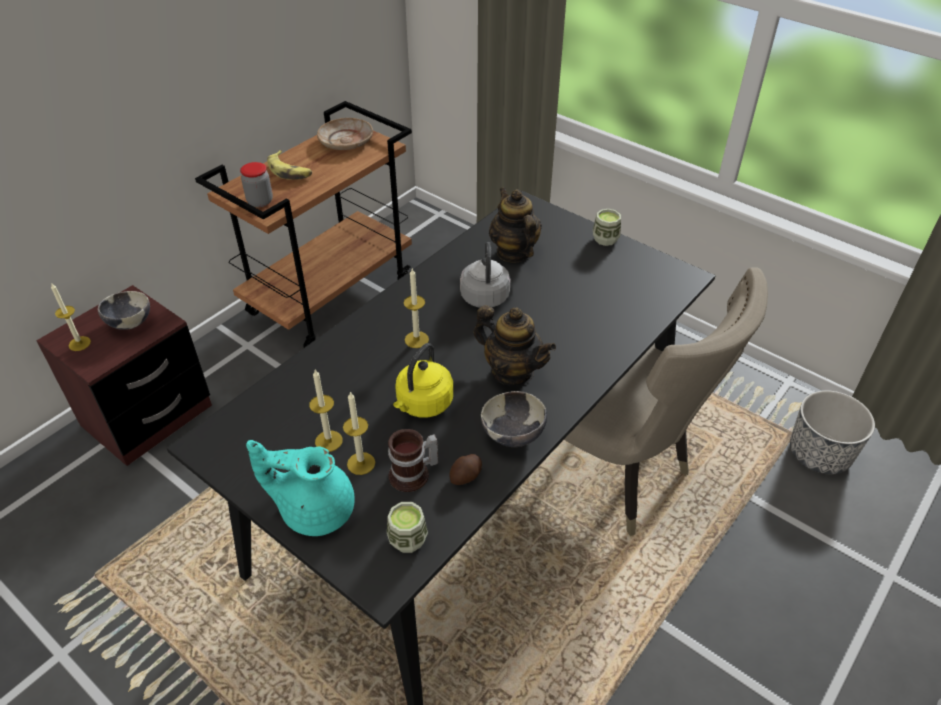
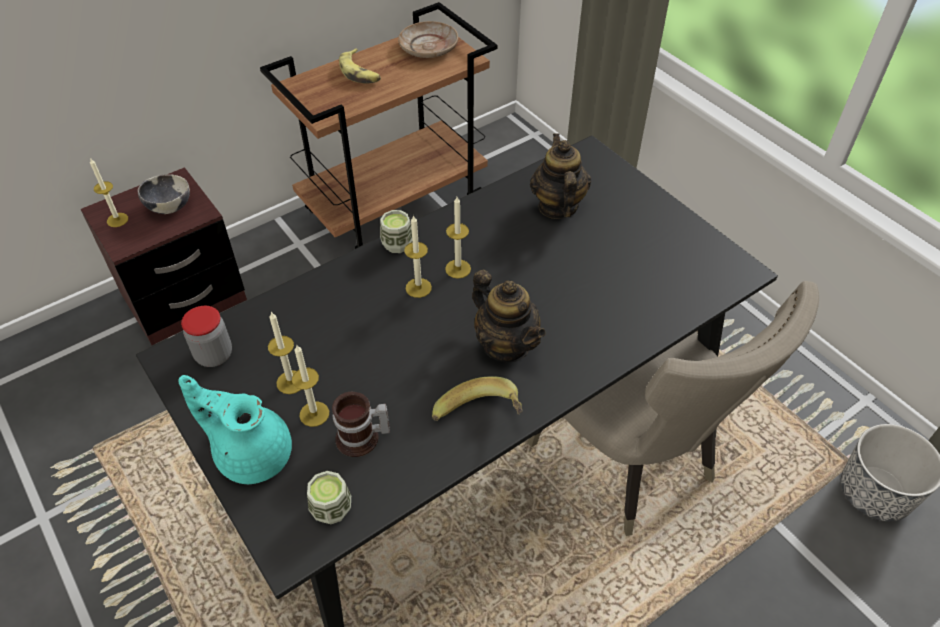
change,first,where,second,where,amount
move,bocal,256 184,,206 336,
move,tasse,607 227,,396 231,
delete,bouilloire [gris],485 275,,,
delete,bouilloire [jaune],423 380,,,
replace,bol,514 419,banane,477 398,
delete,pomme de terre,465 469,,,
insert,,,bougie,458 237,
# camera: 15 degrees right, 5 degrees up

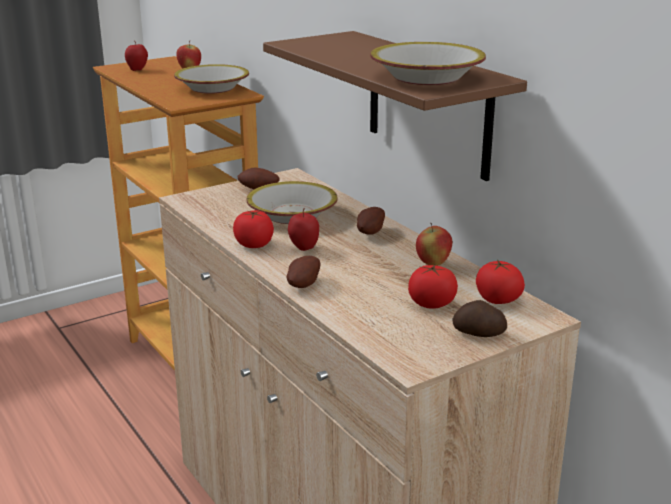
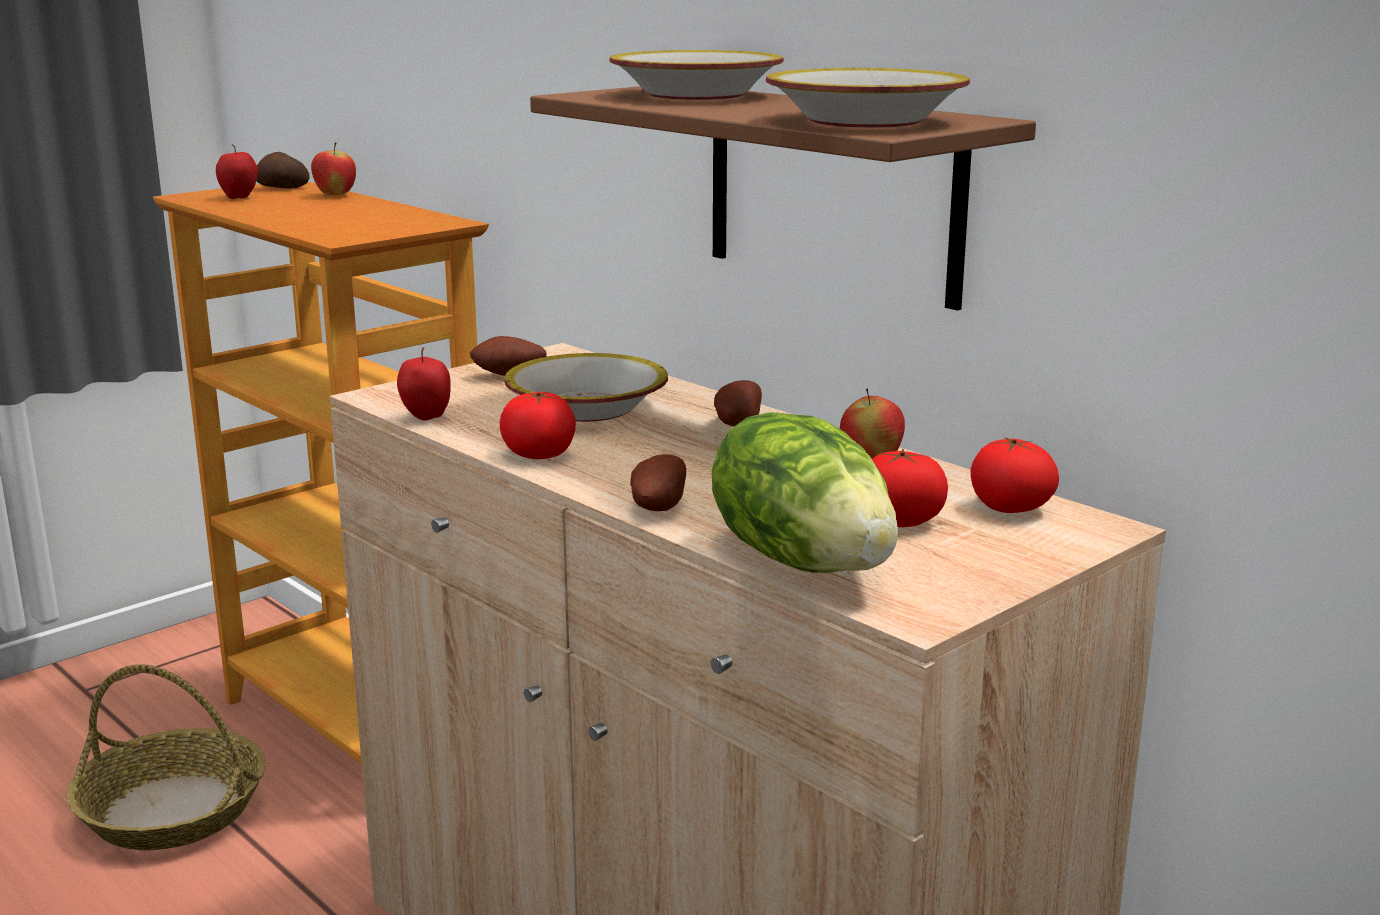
change,first,where,second,where,amount
move,bol,211 79,,696 75,
move,pomme,303 229,,424 383,
move,pomme de terre,479 318,,283 170,
insert,,,laitue,805 492,
insert,,,panier,166 757,
# camera: 10 degrees left, 5 degrees down

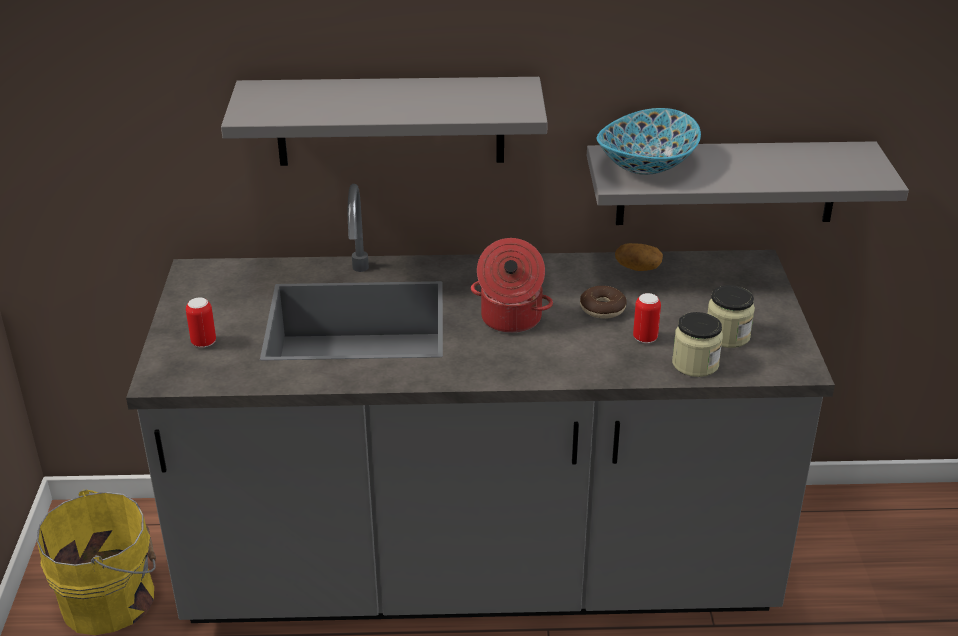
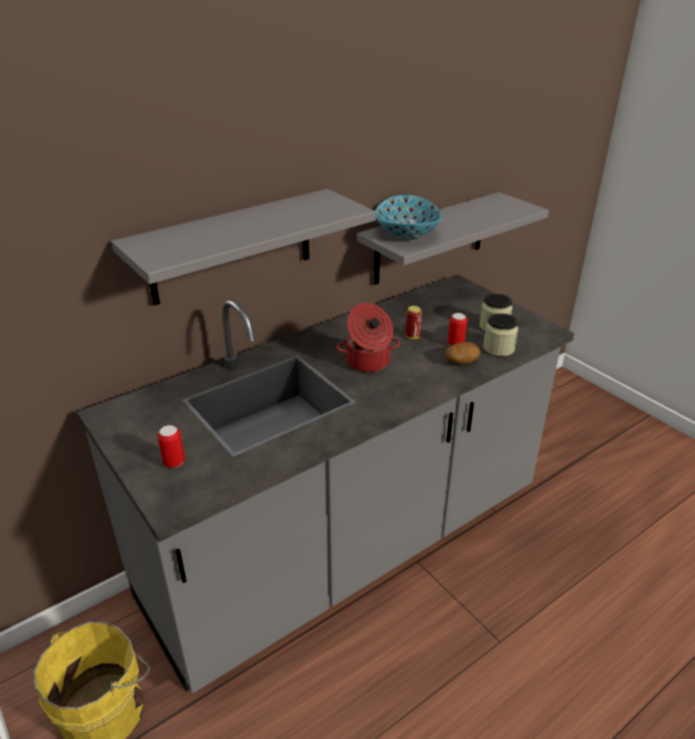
change,first,where,second,where,amount
move,pomme de terre,639 257,,462 353,
replace,beignet,603 302,boîte métallique,413 322,
# camera: 35 degrees left, 0 degrees up

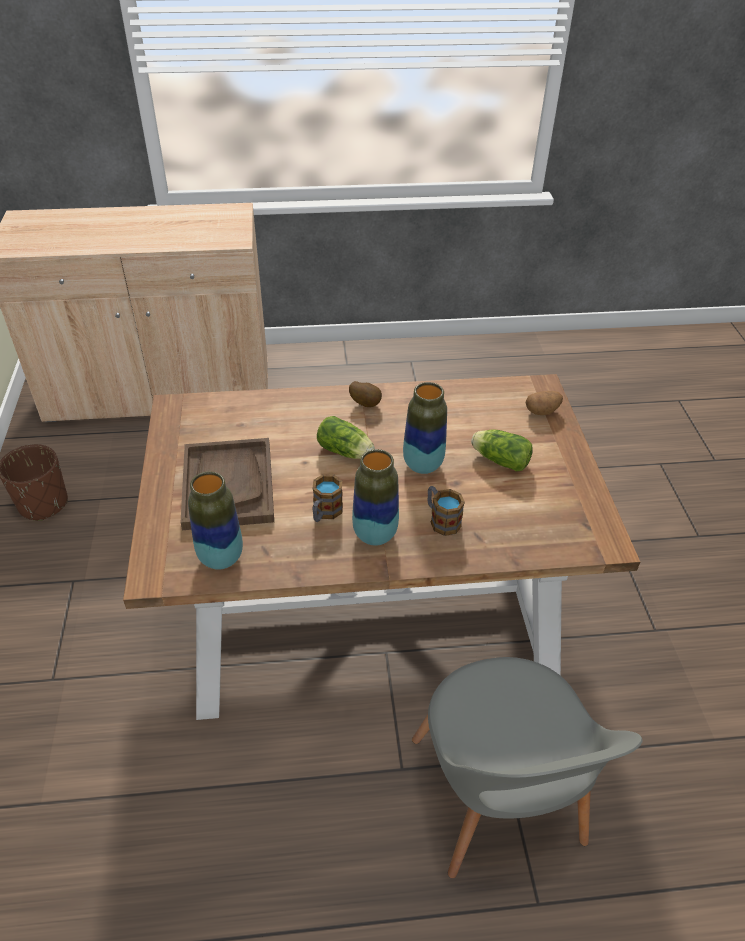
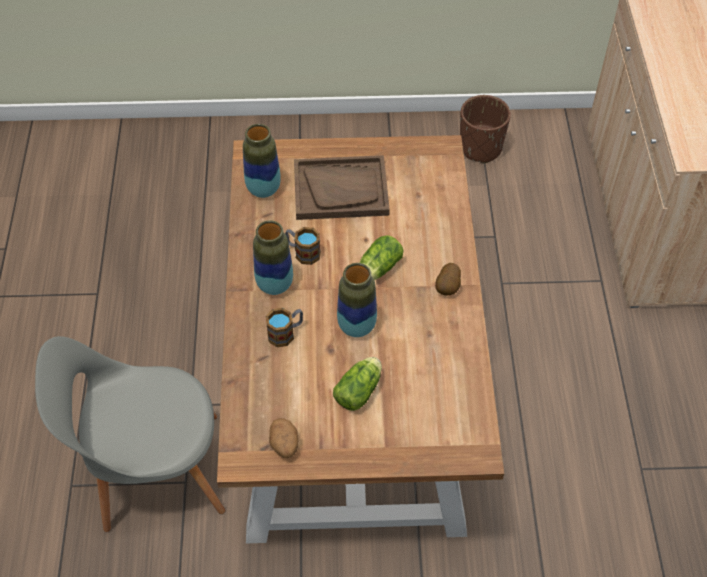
change,first,where,second,where,amount
move,pomme de terre,544 403,,283 438,
# camera: 95 degrees right, 10 degrees up

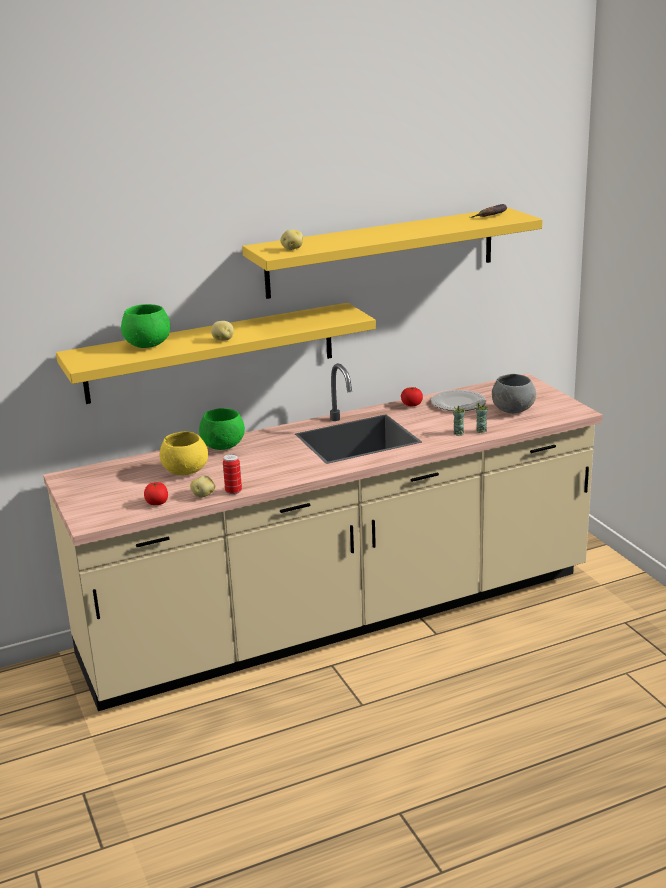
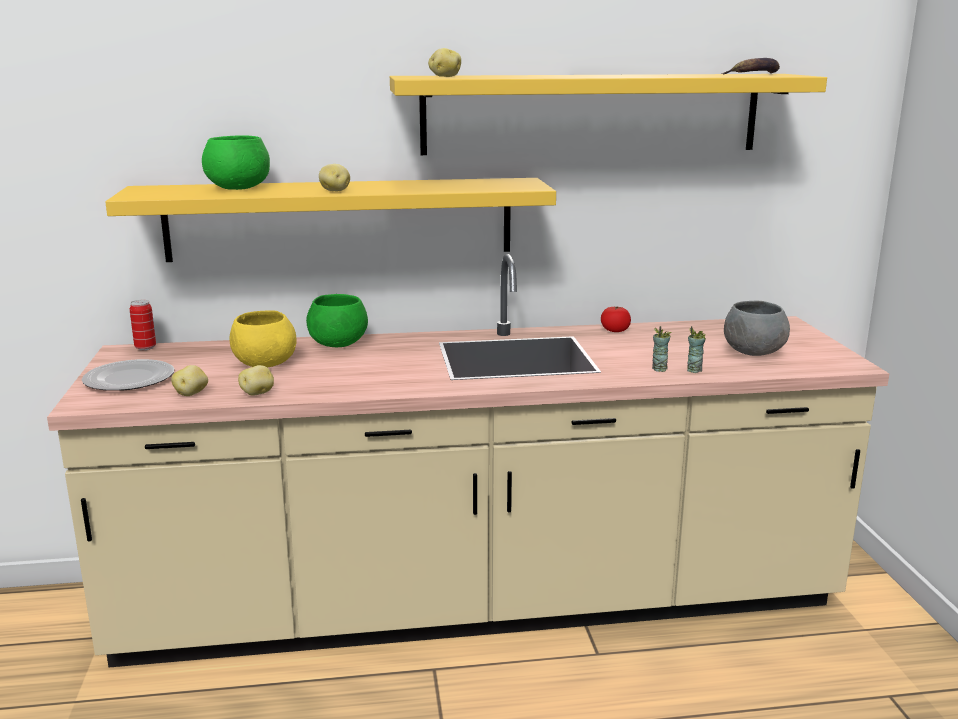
change,first,where,second,where,amount
move,assiette,458 400,,128 375,
move,boîte métallique,232 474,,142 325,
replace,tomate,156 493,pomme de terre,189 380,
# camera: 15 degrees right, 5 degrees down

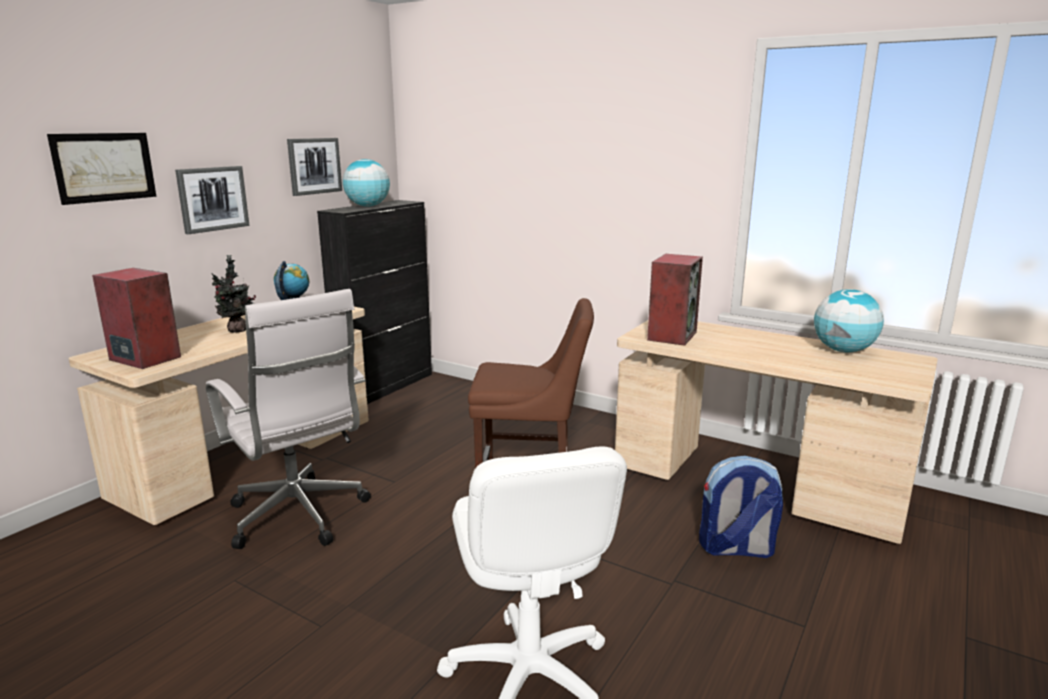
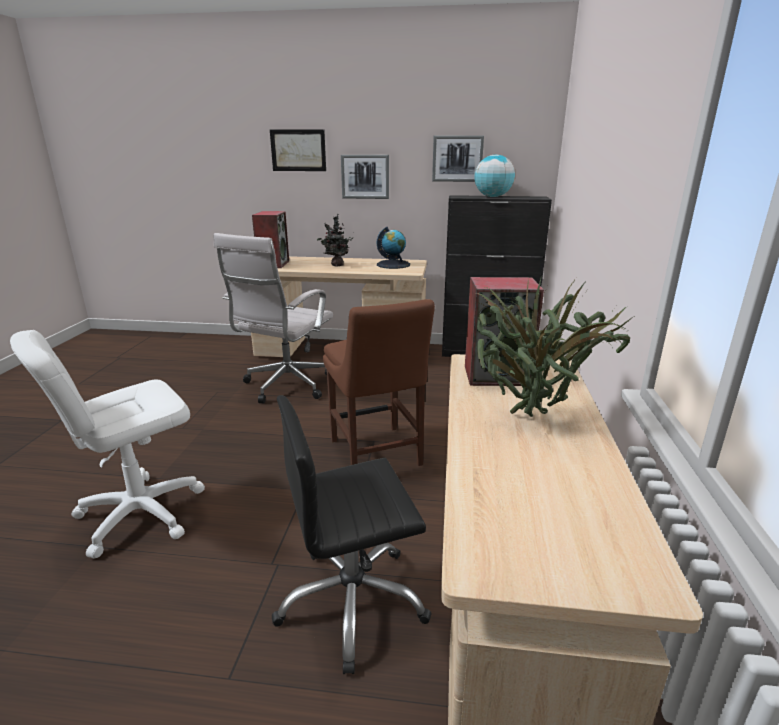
change,first,where,second,where,amount
delete,globe,849 321,,,
replace,sac à dos,741 506,chaise de bureau [noir],352 534,
insert,,,plante en pot,554 347,
# camera: 65 degrees right, 5 degrees up

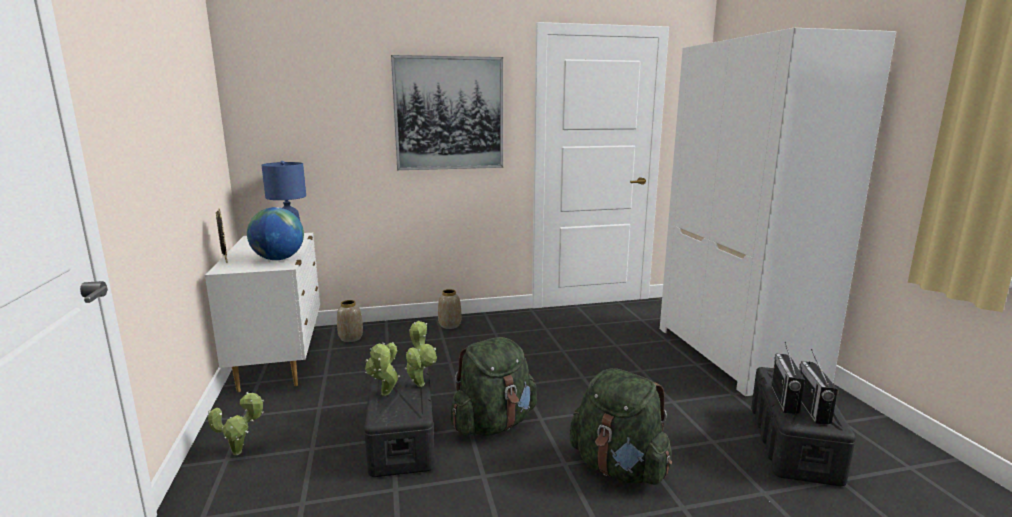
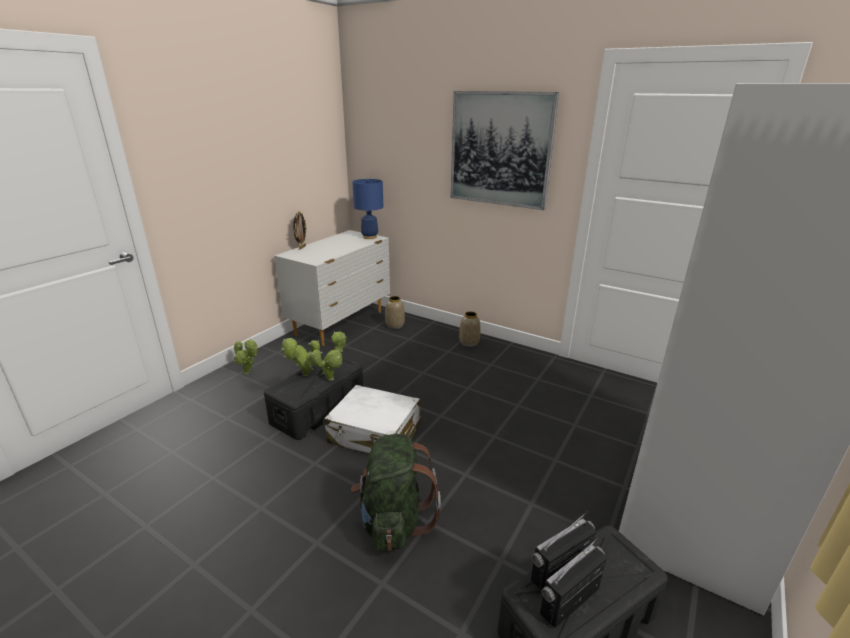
change,first,where,second,where,amount
delete,globe,275 233,,,
replace,sac à dos [vert],493 386,valise [blanc],372 419,
# camera: 45 degrees right, 10 degrees up

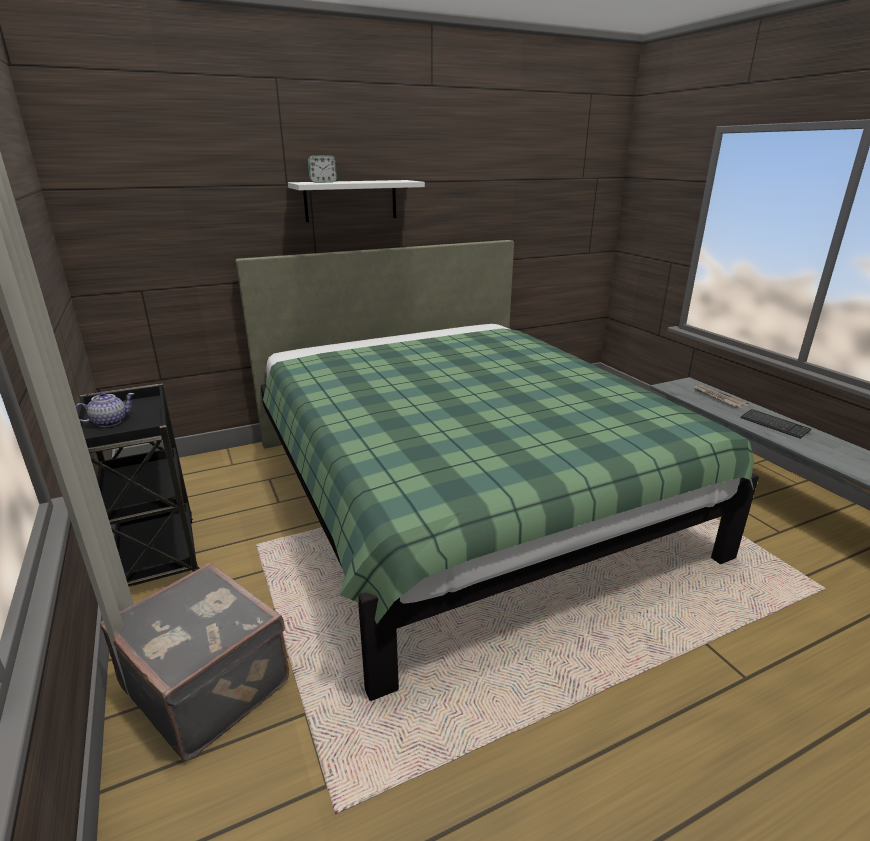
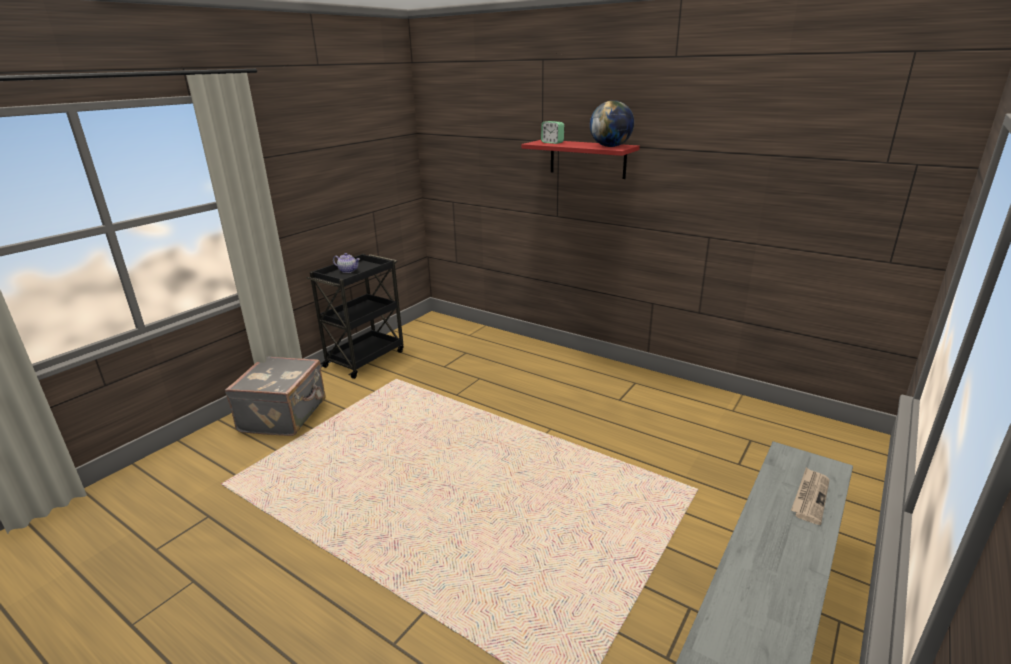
change,first,where,second,where,amount
recolor,étagère [blanc],356 201,étagère [rouge],580 159,
delete,lit [vert],497 470,,,
delete,clavier,776 424,,,
insert,,,globe,612 123,
# camera: 60 degrees right, 0 degrees up

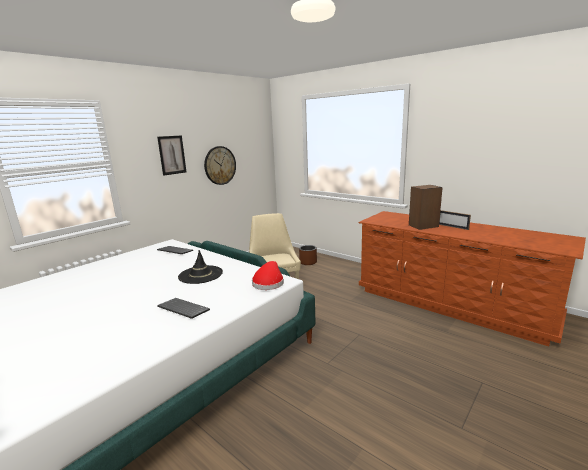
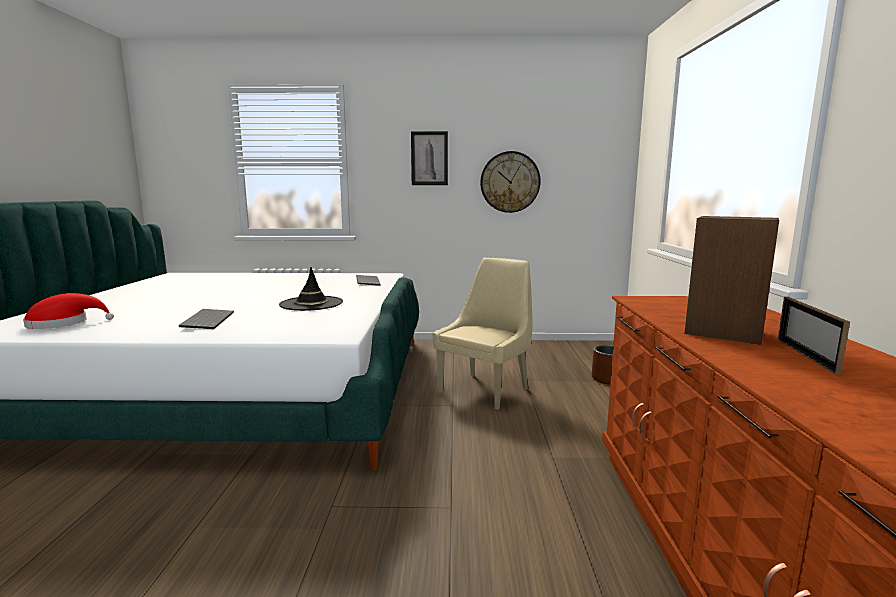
change,first,where,second,where,amount
move,chapeau [rouge],268 275,,68 311,
# camera: 50 degrees right, 5 degrees down

